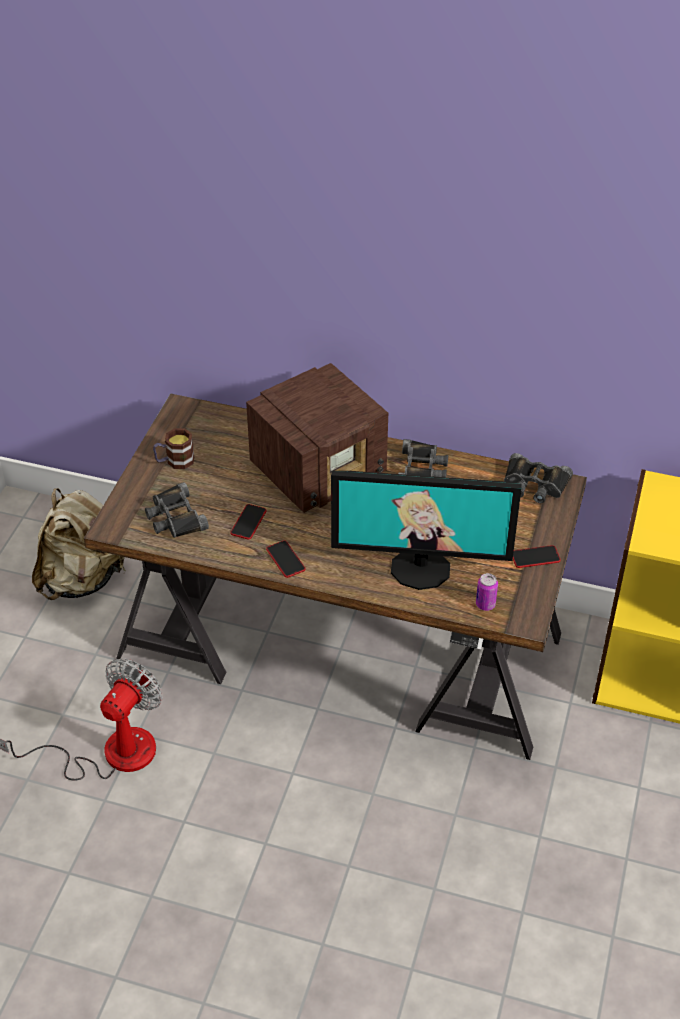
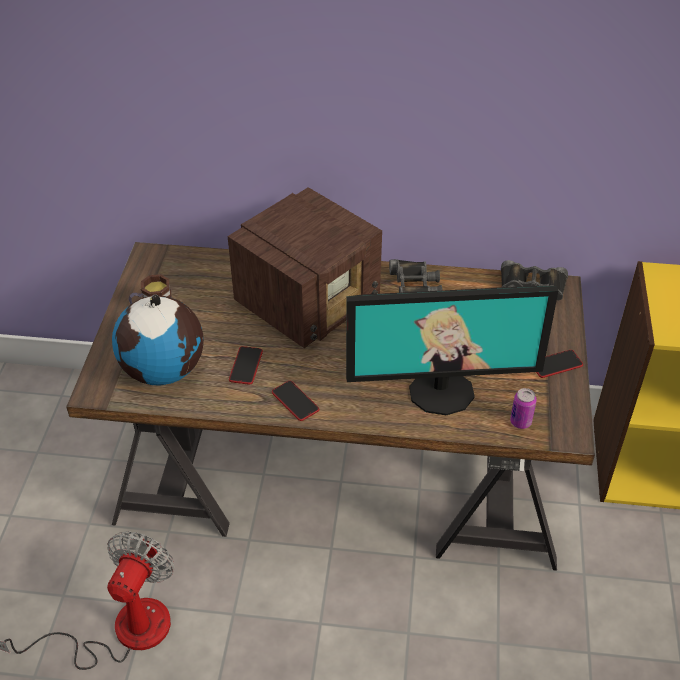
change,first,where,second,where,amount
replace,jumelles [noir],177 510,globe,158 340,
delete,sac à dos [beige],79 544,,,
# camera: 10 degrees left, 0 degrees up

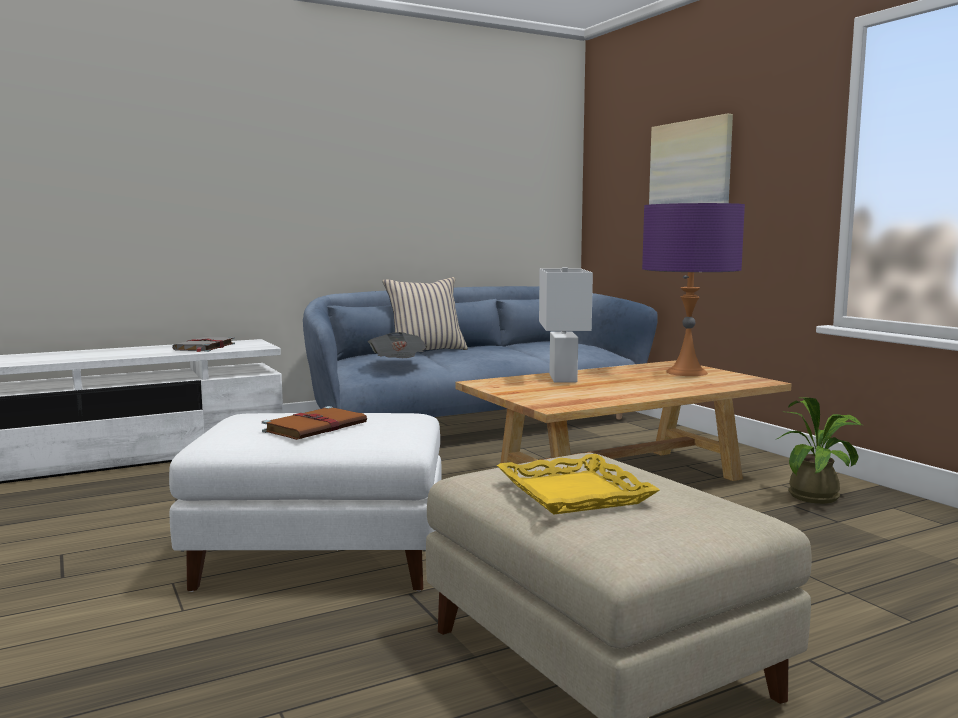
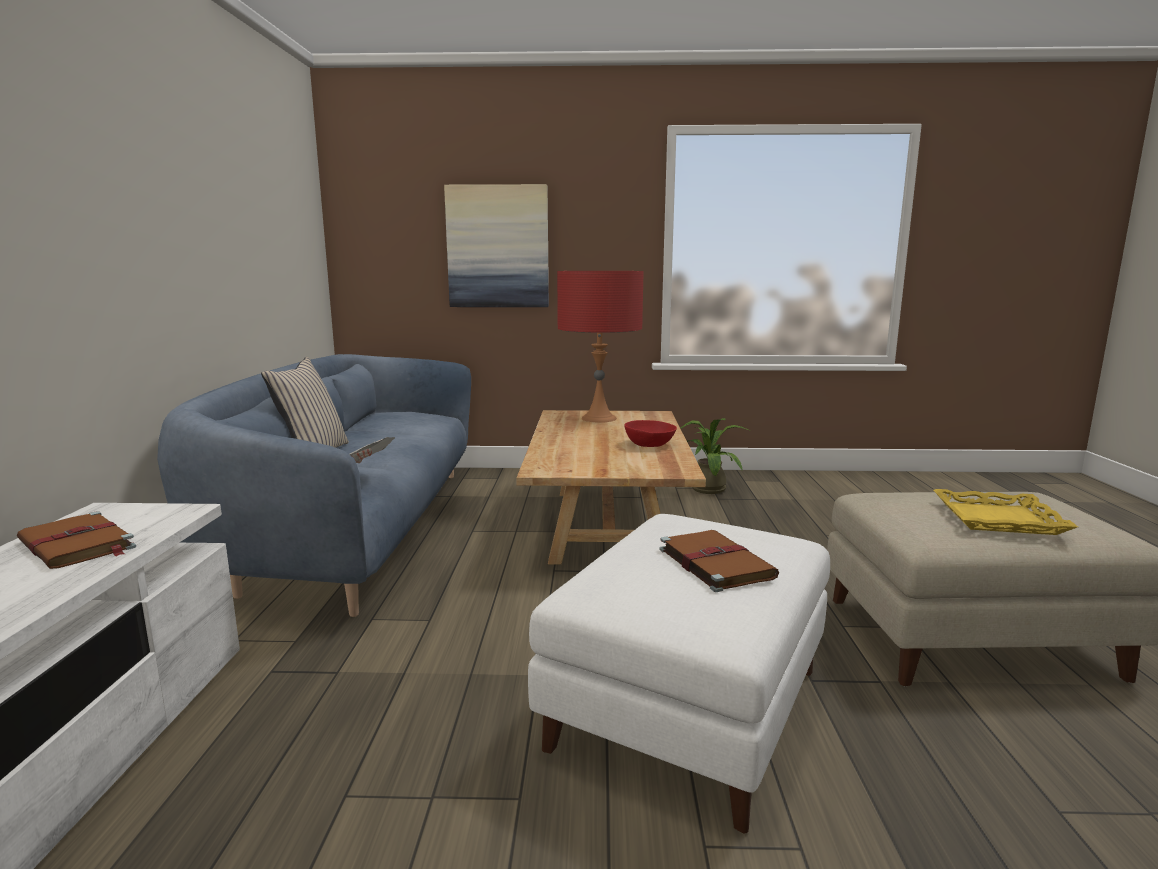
change,first,where,second,where,amount
recolor,lampe de table [violet],693 289,lampe de table [rouge],600 347,
delete,lampe de table [blanc],566 324,,,
recolor,livre [gris],203 344,livre [marron],76 540,
insert,,,bol [rouge],650 433,
# camera: 60 degrees left, 5 degrees up

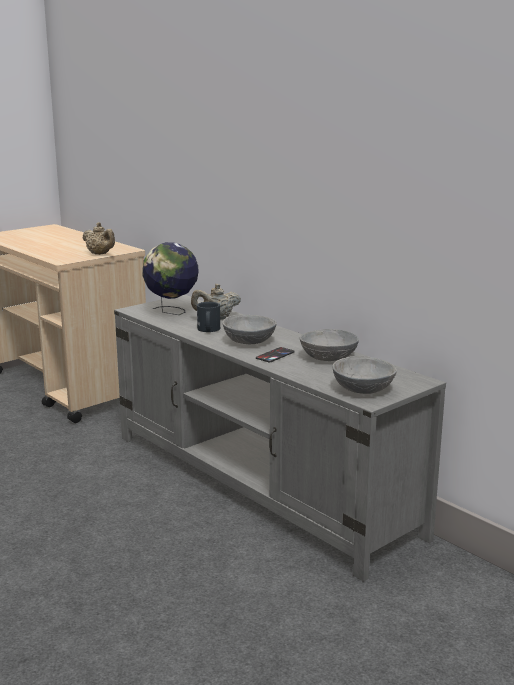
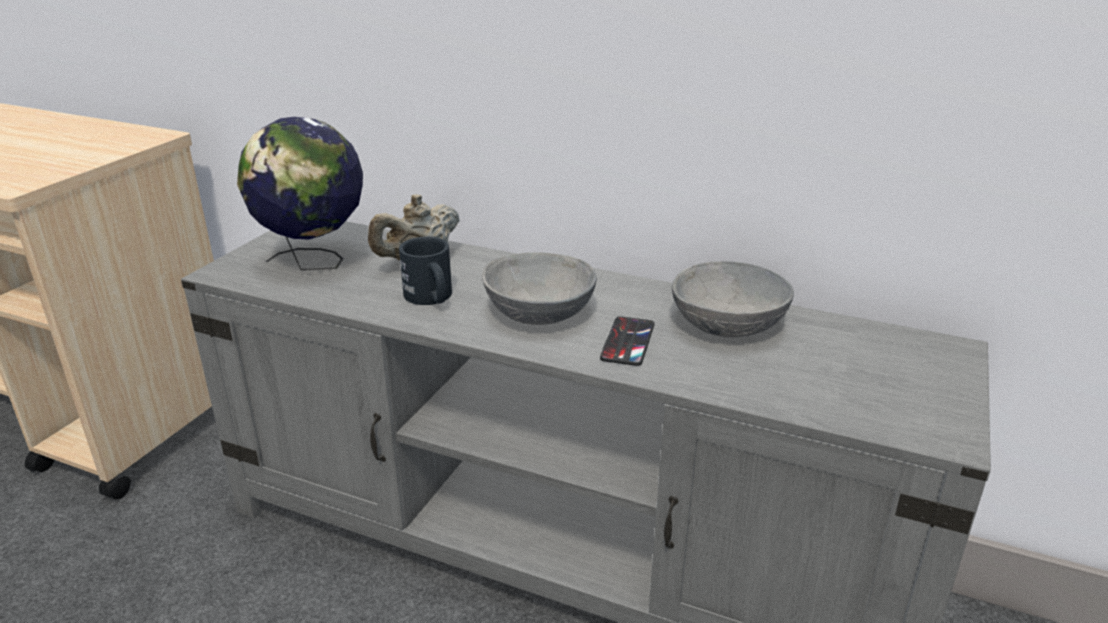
change,first,where,second,where,amount
delete,théière [beige],99 238,,,
delete,bol [gris],364 375,,,
# camera: 25 degrees left, 10 degrees up

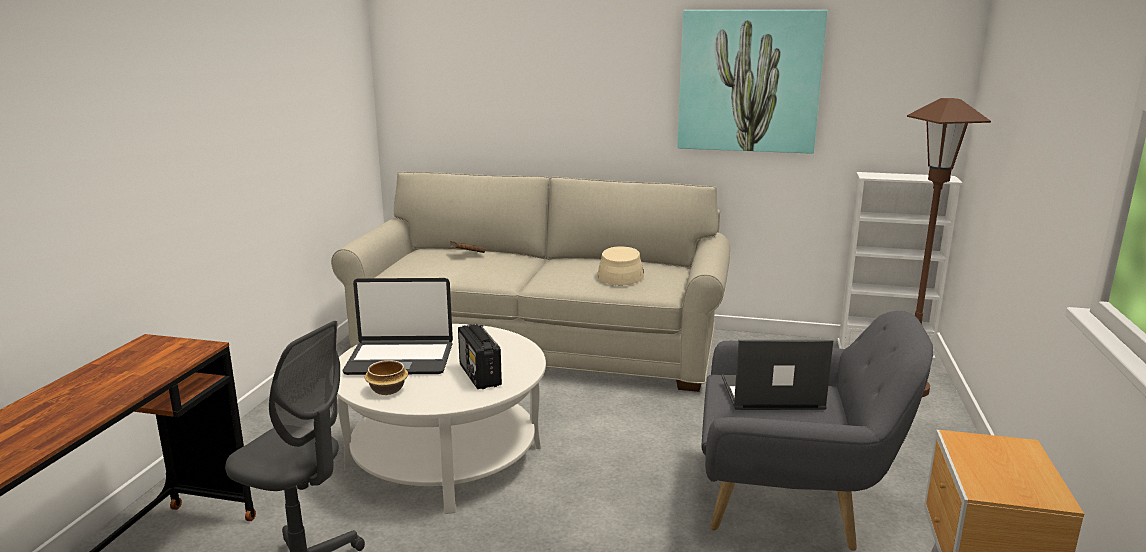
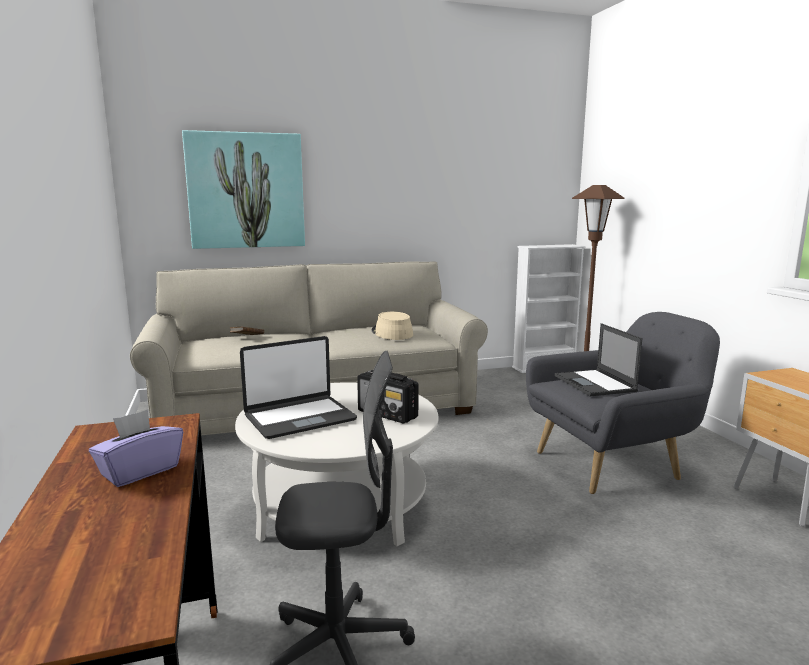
change,first,where,second,where,amount
move,tableau,752 82,,243 189,
rotate,ordinateur portable,777 375,,599 359,75 degrees counterclockwise
delete,bol,386 377,,,
insert,,,boîte à mouchoirs [violet],136 448,
# camera: 30 degrees left, 5 degrees down

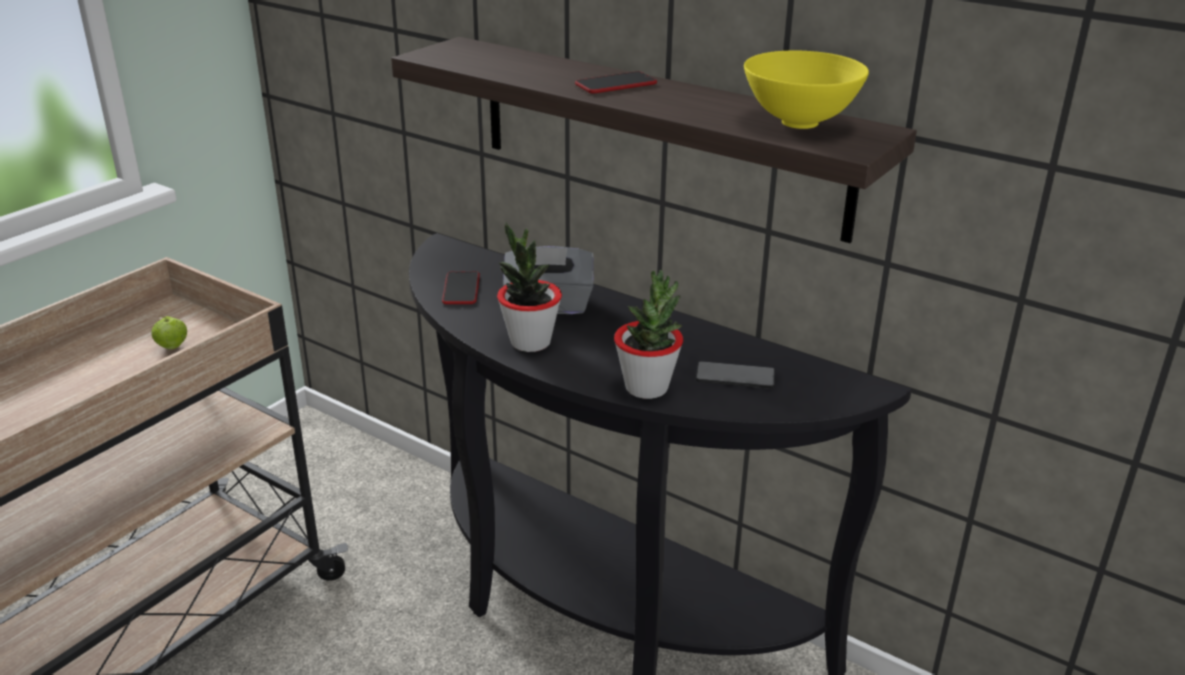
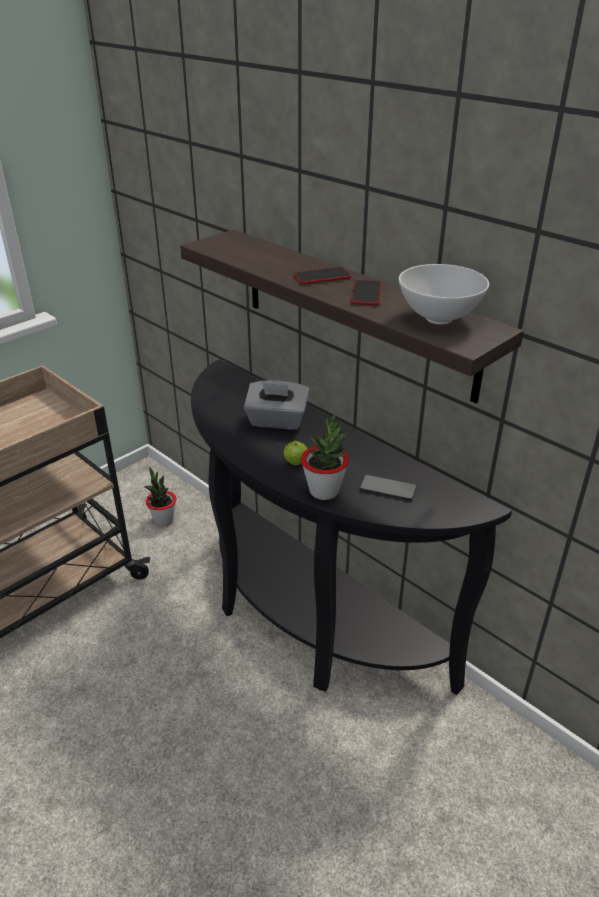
change,first,where,second,where,amount
recolor,bol [jaune],806 89,bol [blanc],444 294,
move,plante en pot,529 287,,160 496,
move,téléphone,461 287,,366 292,
move,pomme,169 332,,296 453,
# camera: 10 degrees right, 5 degrees up

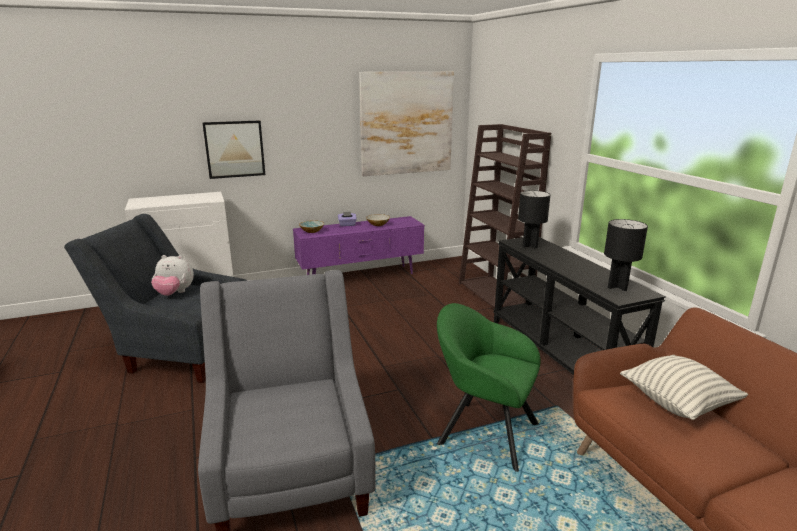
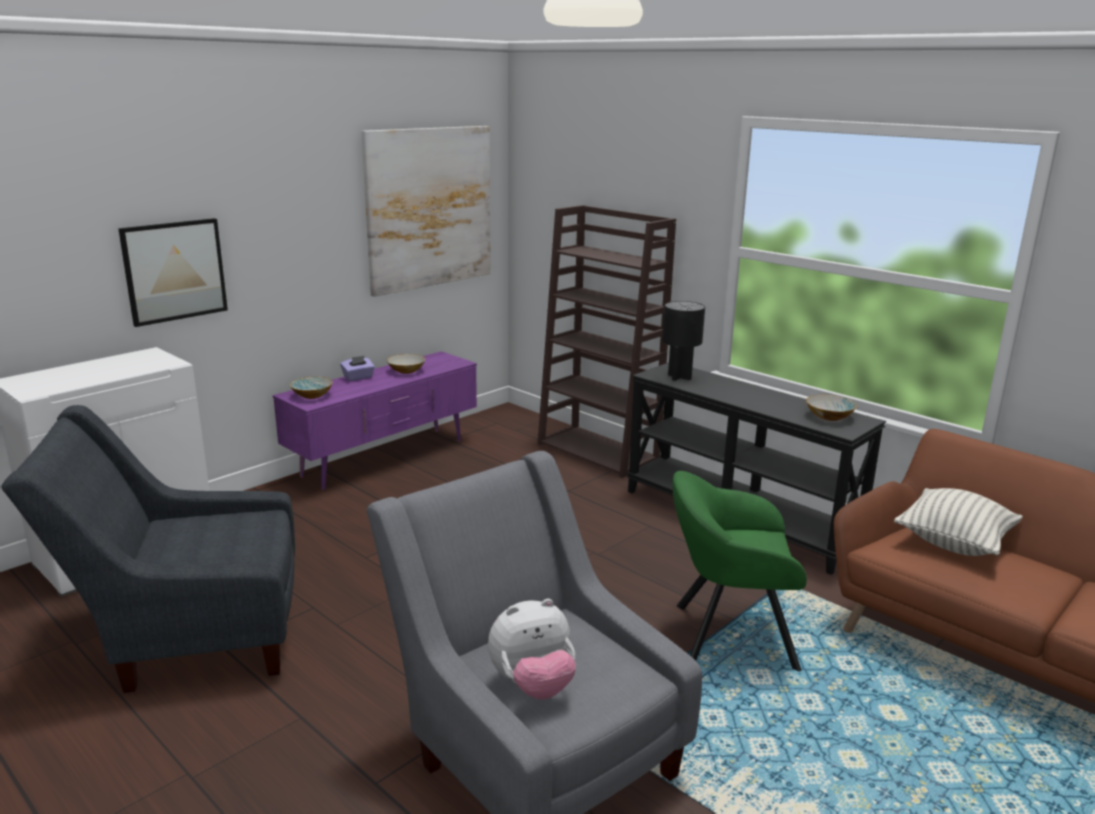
change,first,where,second,where,amount
replace,lampe de table [noir],626 255,bol,831 408,
move,peluche,172 275,,532 649,
# camera: 25 degrees left, 0 degrees up

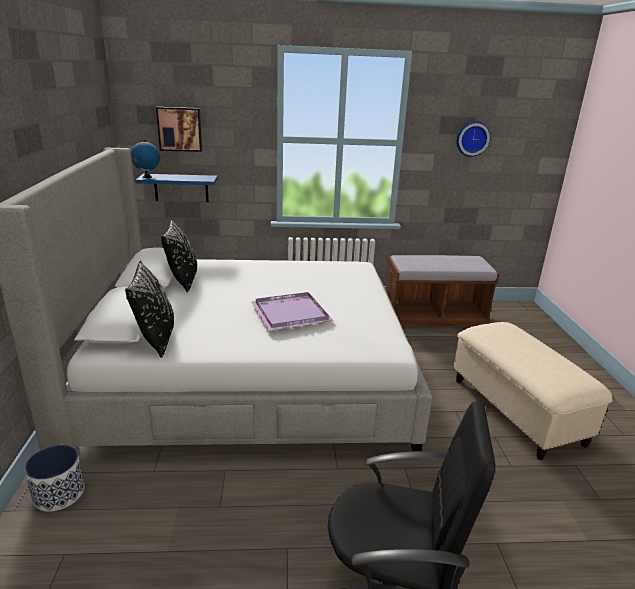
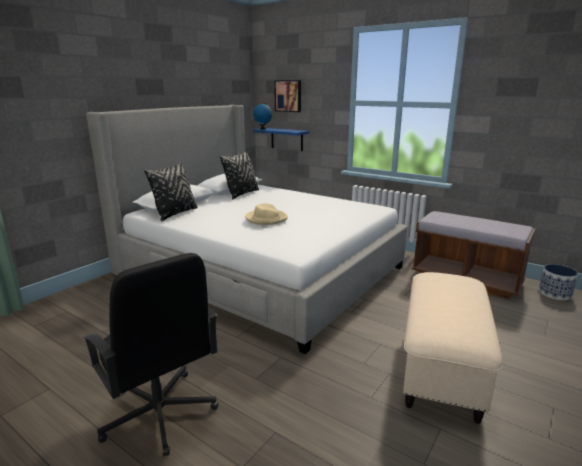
change,first,where,second,where,amount
delete,horloge murale,473 139,,,
replace,plateau [violet],292 311,chapeau [beige],266 214,
move,cache-pot,54 478,,558 282,
# camera: 40 degrees right, 5 degrees down

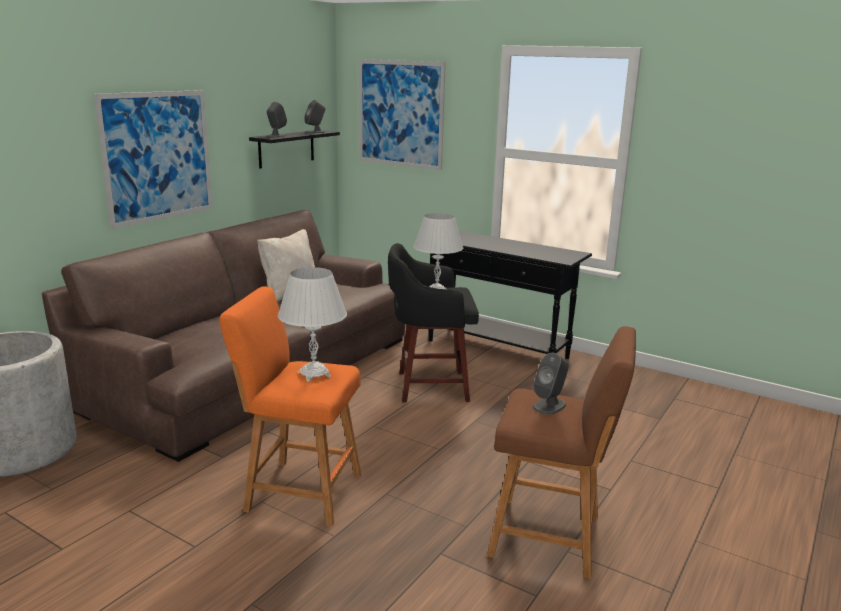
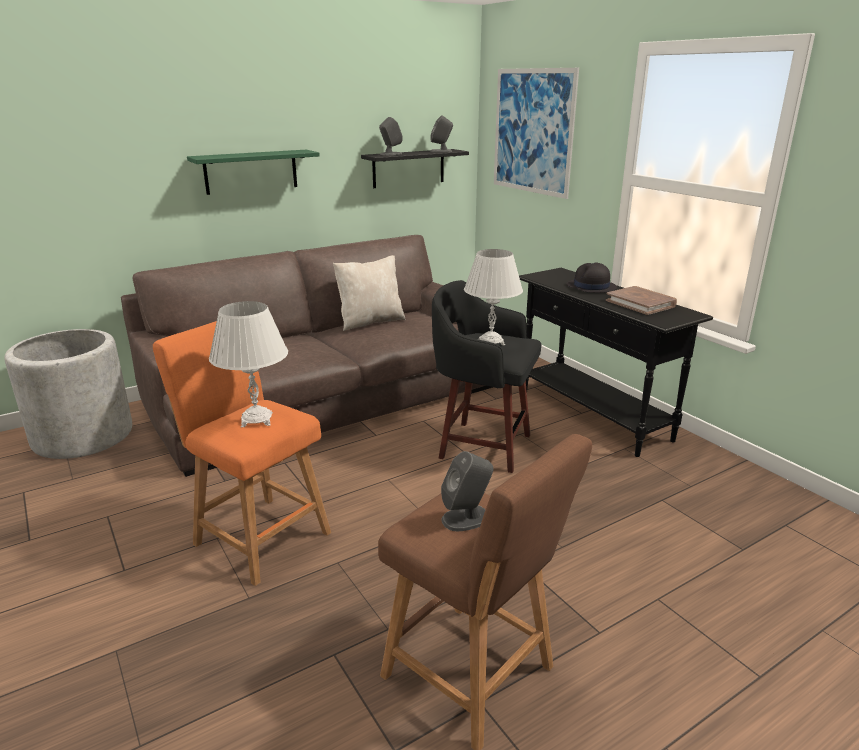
change,first,where,second,where,amount
replace,tableau,153 159,étagère [vert],253 172,
insert,,,chapeau [noir],591 278,
insert,,,livre [marron],641 300,
# camera: 25 degrees right, 5 degrees up

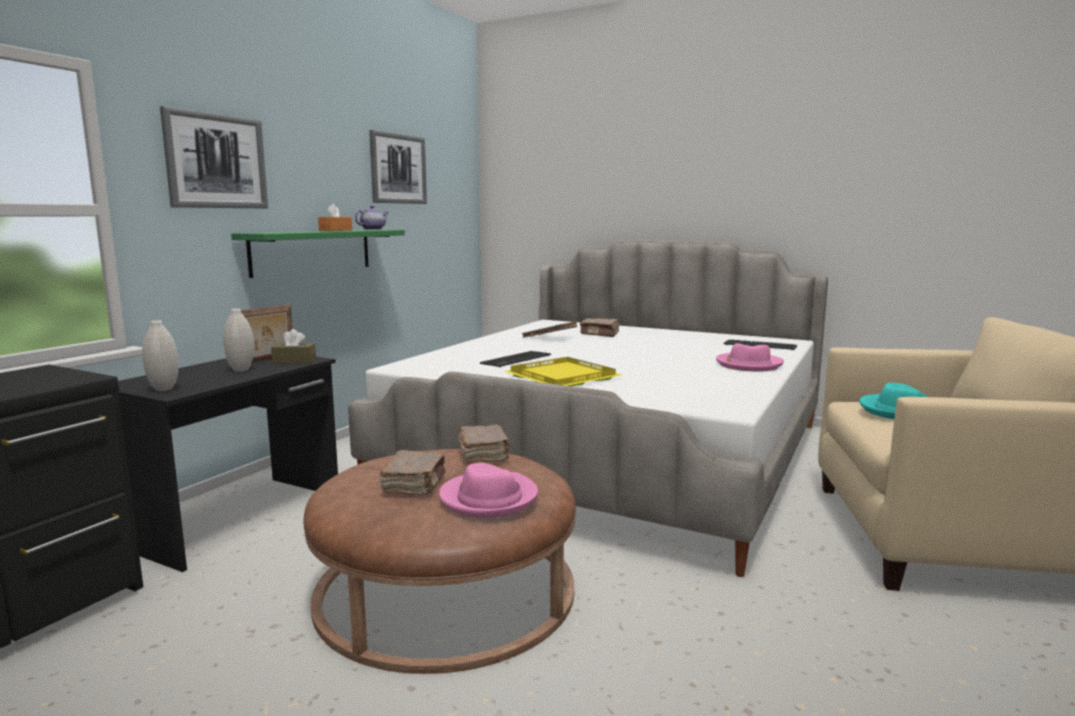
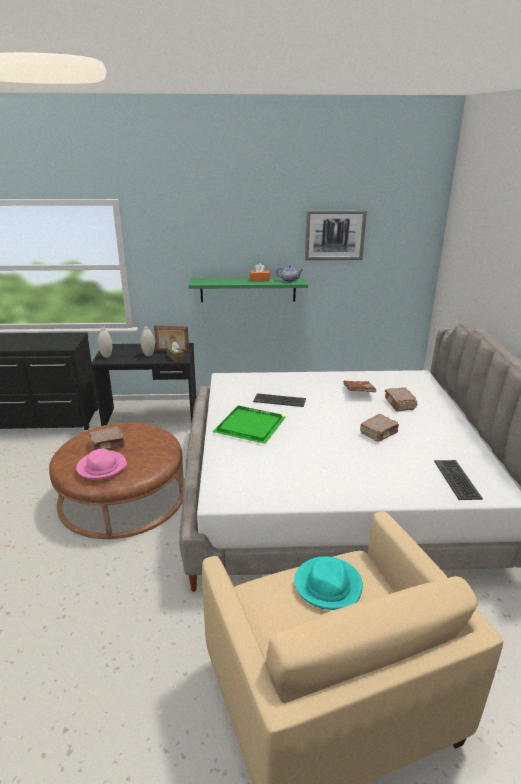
change,first,where,second,where,amount
delete,tableau,214 157,,,
delete,chapeau [rose],750 357,,,
recolor,plateau [jaune],563 371,plateau [vert],249 425,
move,livre [marron],484 443,,379 427,
# camera: 60 degrees right, 15 degrees up

